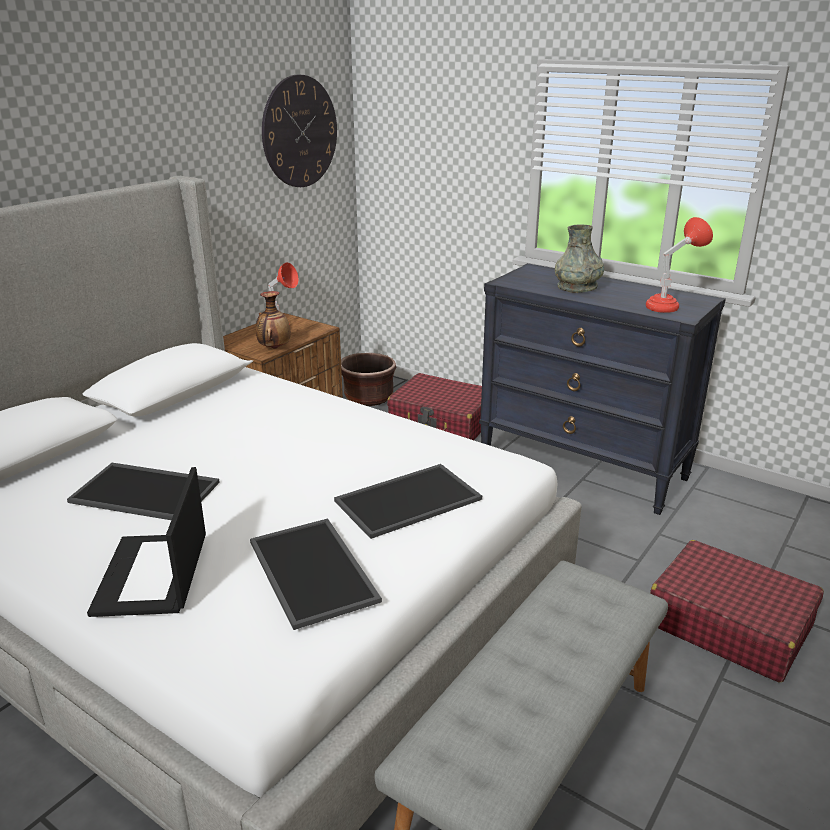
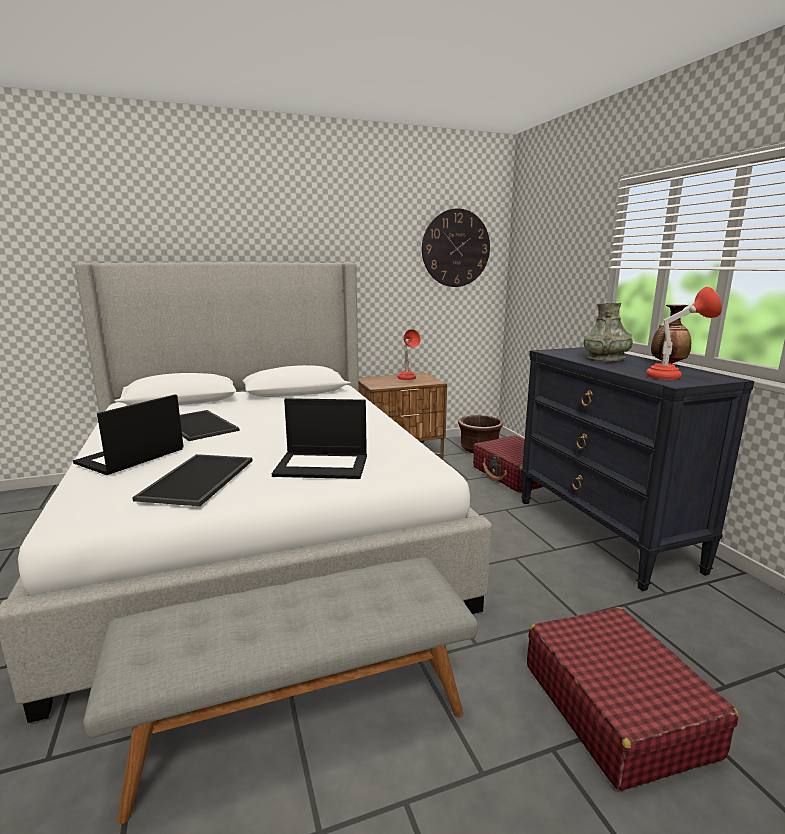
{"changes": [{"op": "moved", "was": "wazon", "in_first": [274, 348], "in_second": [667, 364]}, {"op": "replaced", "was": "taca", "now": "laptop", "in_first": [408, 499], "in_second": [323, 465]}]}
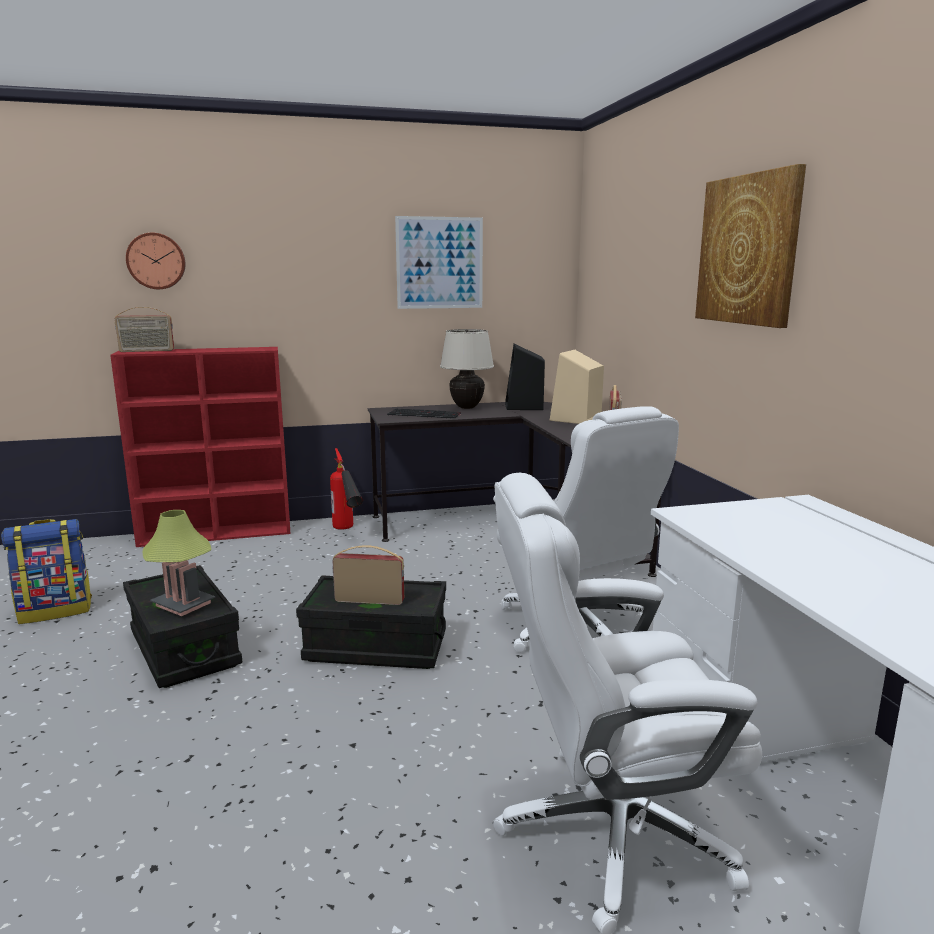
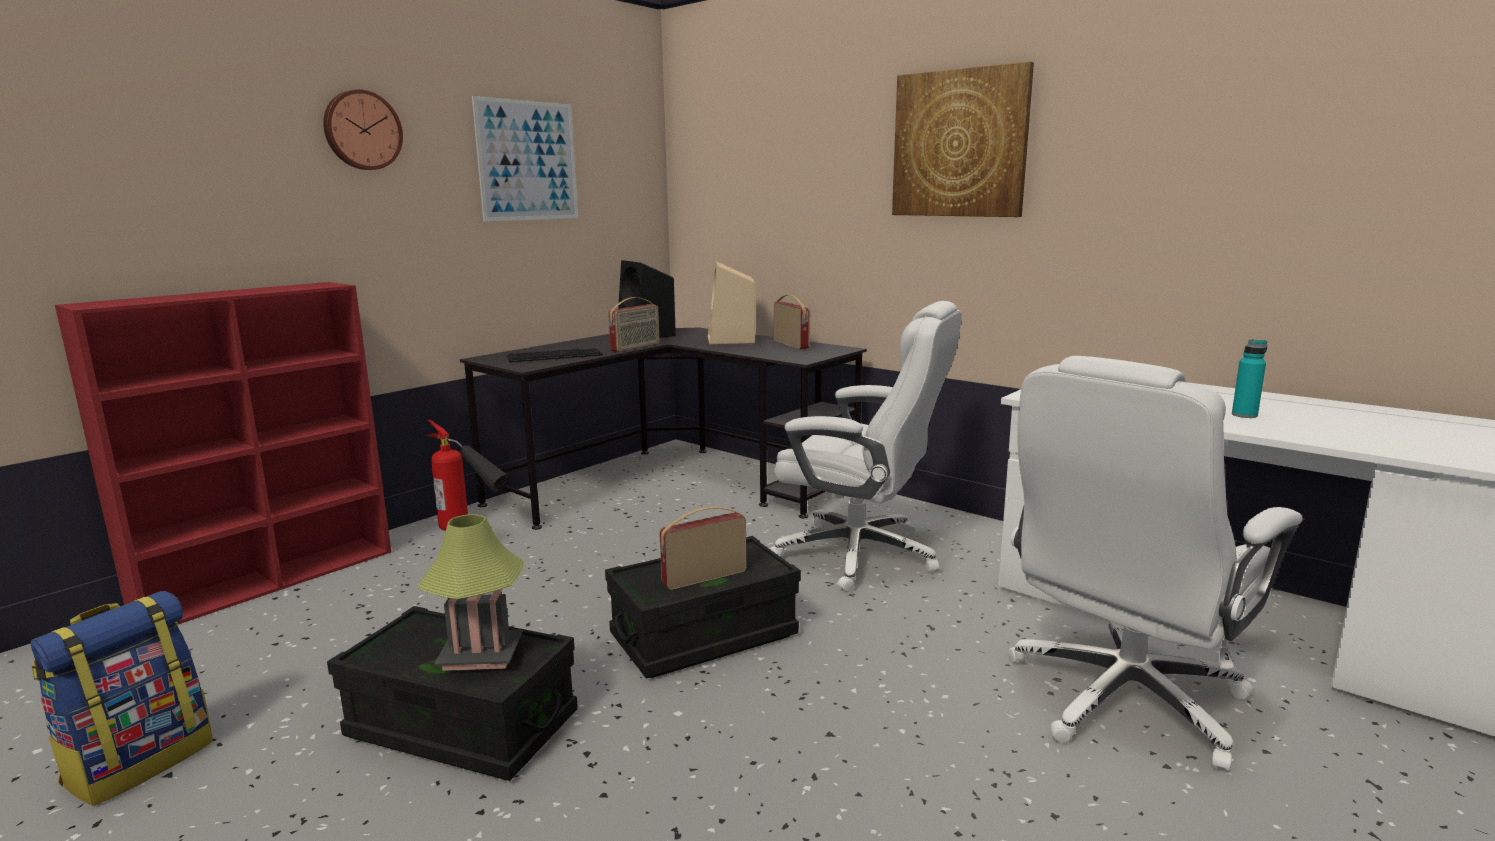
{"changes": [{"op": "moved", "was": "zegar ścienny", "in_first": [156, 261], "in_second": [362, 130]}, {"op": "moved", "was": "radio", "in_first": [146, 351], "in_second": [636, 347]}, {"op": "removed", "was": "lampa stołowa/beżowy", "in_first": [466, 407]}, {"op": "added", "now": "butelka/turkusowy", "in_second": [1244, 415]}]}
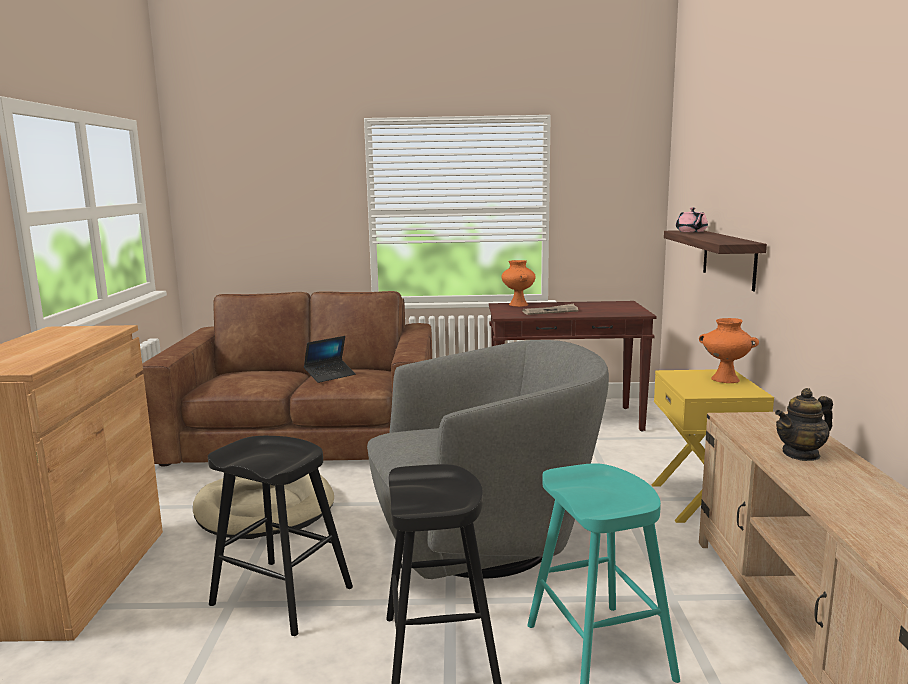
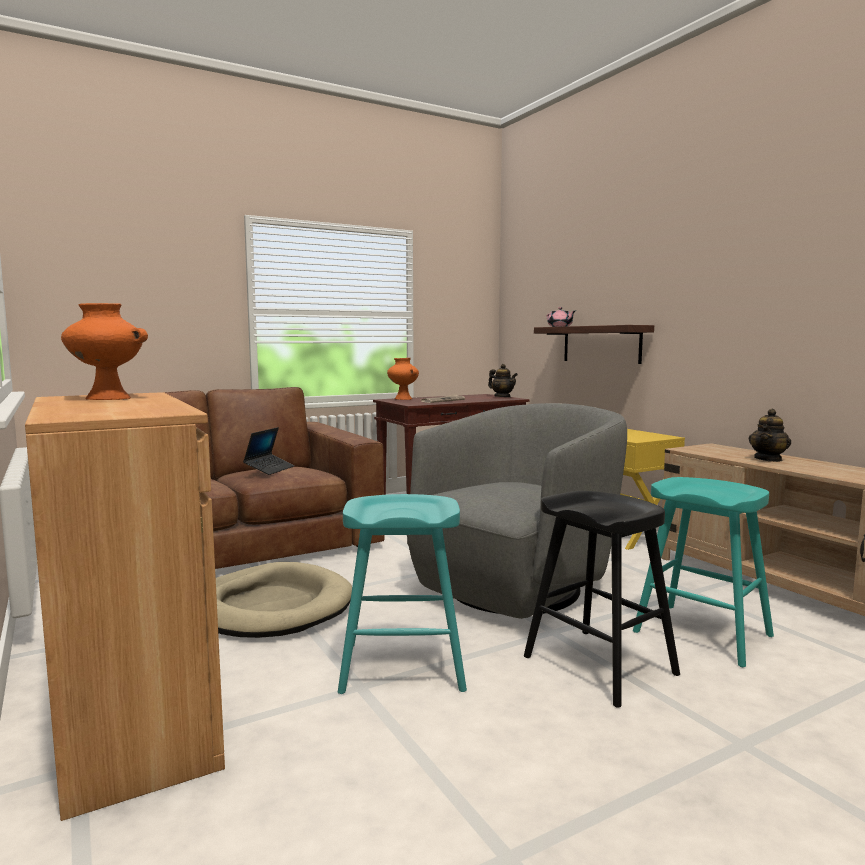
{"changes": [{"op": "moved", "was": "wazon/pomarańczowy", "in_first": [724, 380], "in_second": [106, 398]}, {"op": "recoloured", "was": "stołek/czarny", "now": "stołek/turkusowy", "in_first": [281, 596], "in_second": [402, 667]}, {"op": "added", "now": "imbryk", "in_second": [502, 397]}]}
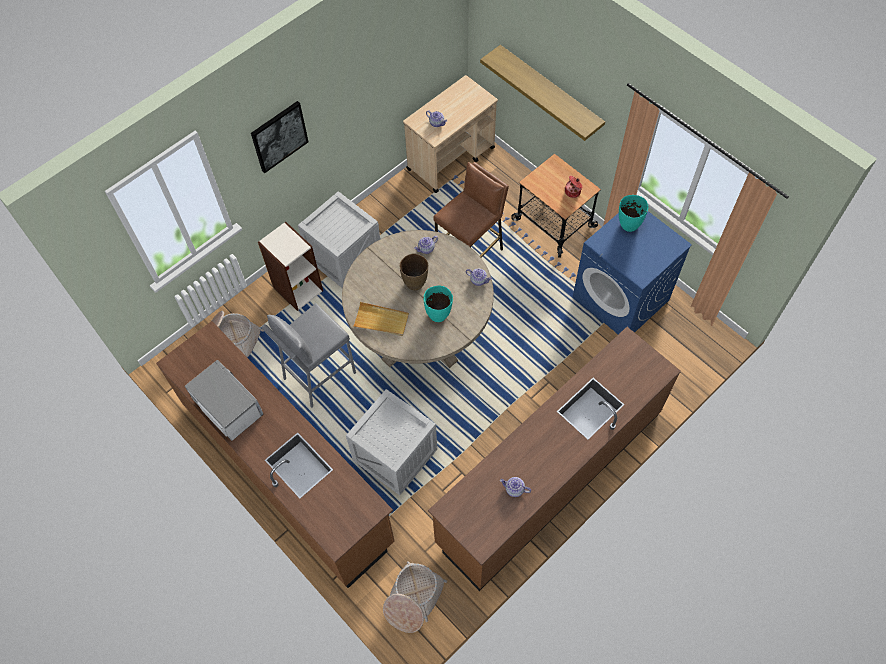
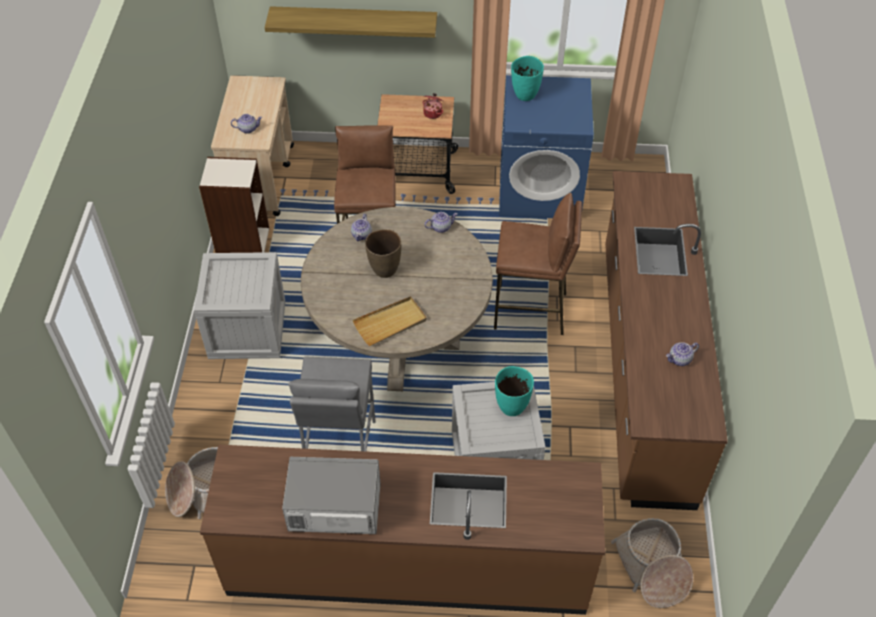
{"changes": [{"op": "removed", "was": "obraz", "in_first": [279, 136]}, {"op": "moved", "was": "regał", "in_first": [297, 288], "in_second": [242, 242]}, {"op": "moved", "was": "wazon/turkusowy", "in_first": [438, 314], "in_second": [511, 406]}, {"op": "added", "now": "stołek/brązowy", "in_second": [530, 311]}]}
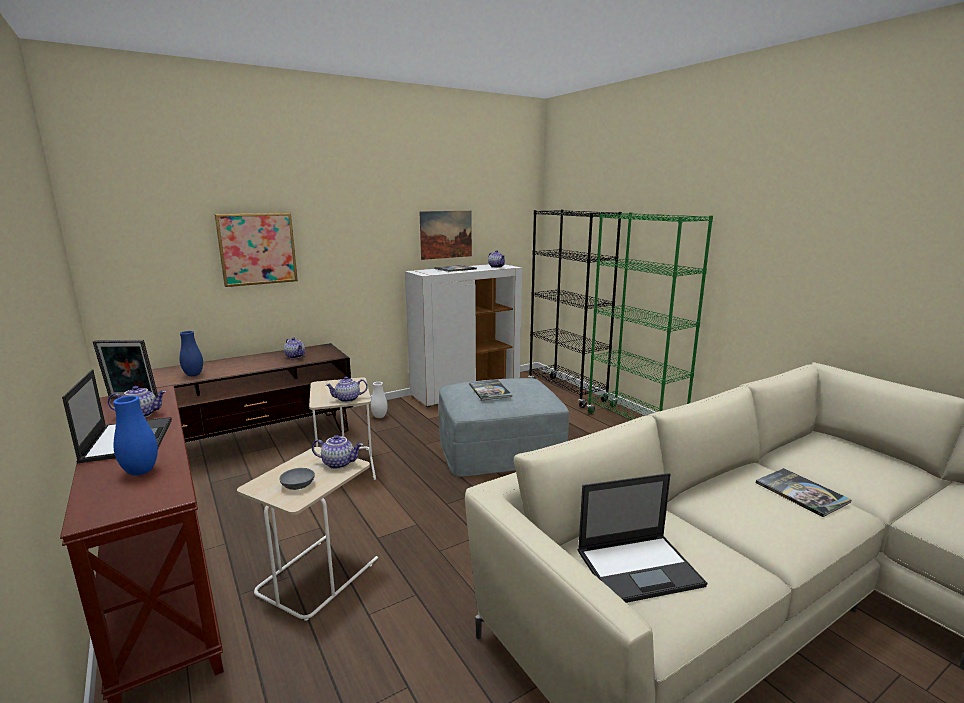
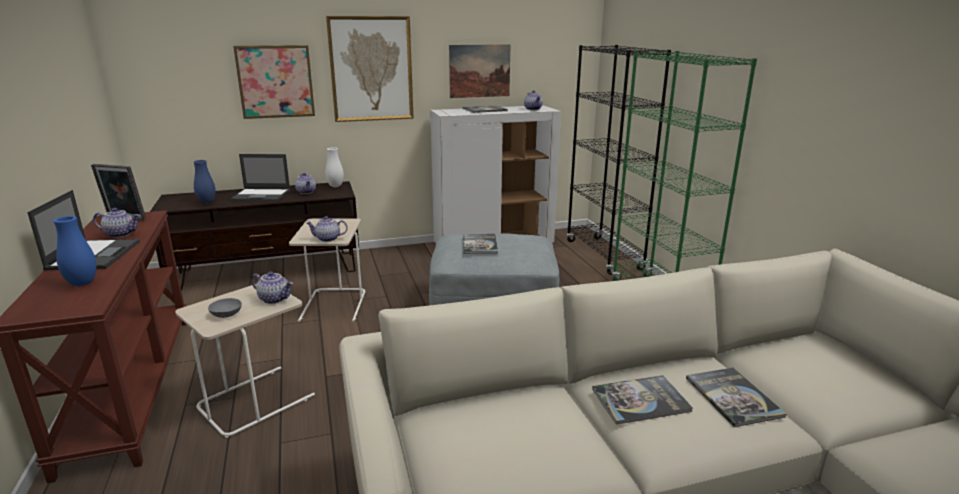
{"changes": [{"op": "moved", "was": "wazon/biały", "in_first": [379, 417], "in_second": [335, 186]}, {"op": "moved", "was": "laptop", "in_first": [640, 567], "in_second": [262, 195]}, {"op": "added", "now": "obraz", "in_second": [371, 69]}, {"op": "added", "now": "książka", "in_second": [640, 400]}]}
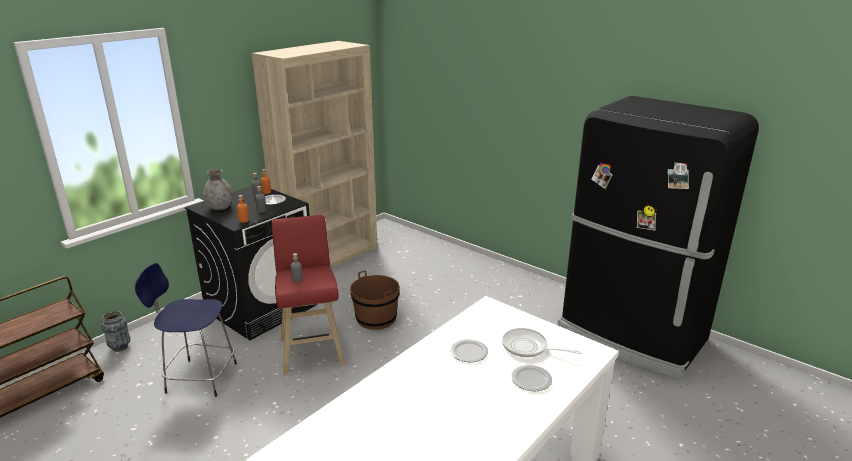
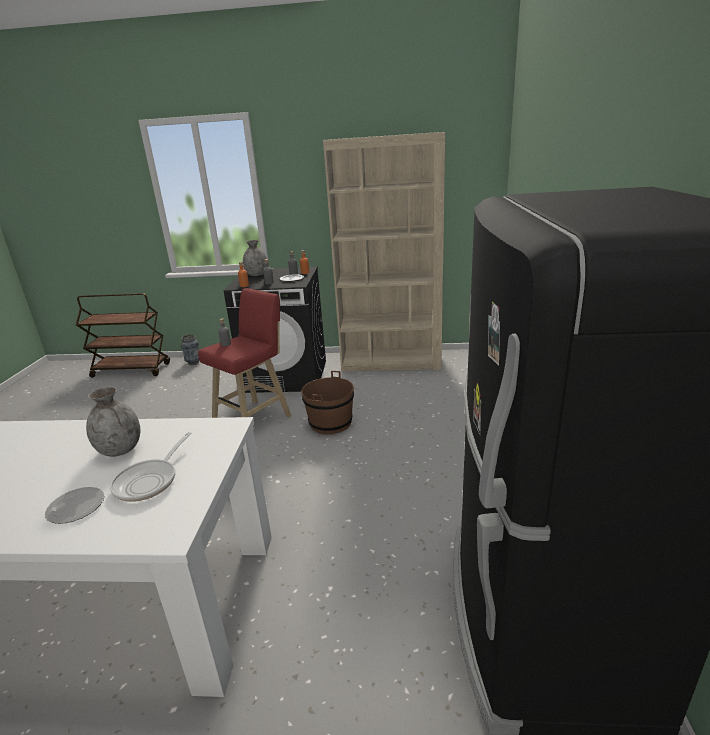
{"changes": [{"op": "removed", "was": "stołek/niebieski", "in_first": [199, 377]}, {"op": "turned", "was": "patelnia", "in_first": [528, 347], "in_second": [150, 481], "clockwise": -150}, {"op": "replaced", "was": "talerz", "now": "wazon/szary", "in_first": [469, 352], "in_second": [120, 449]}]}
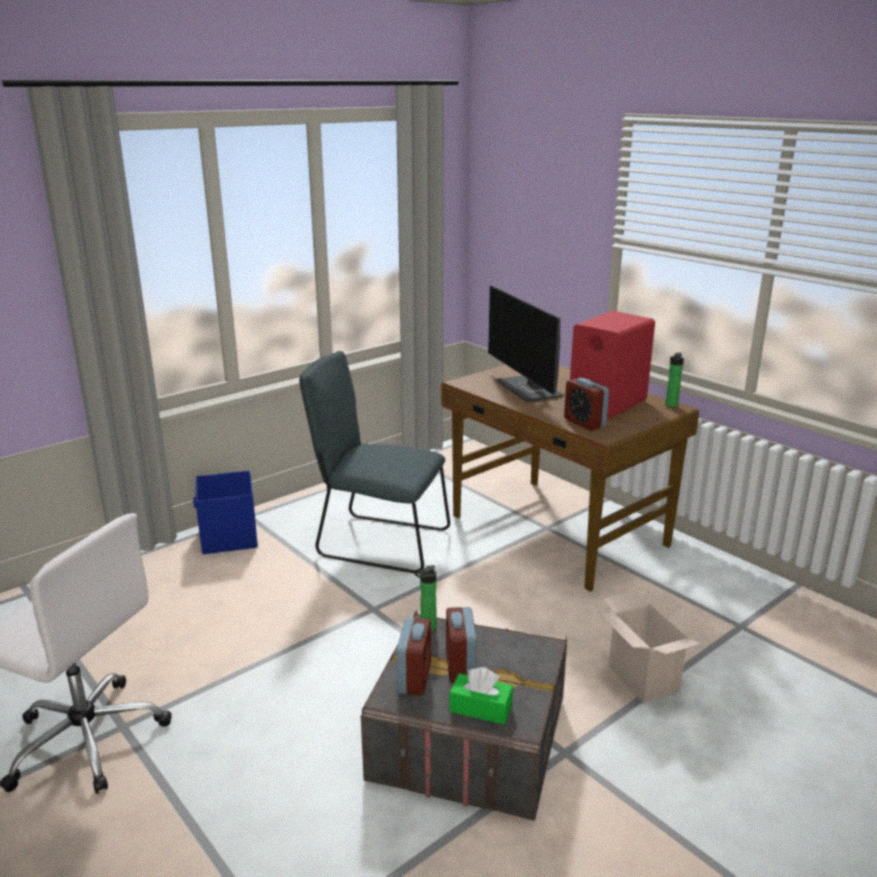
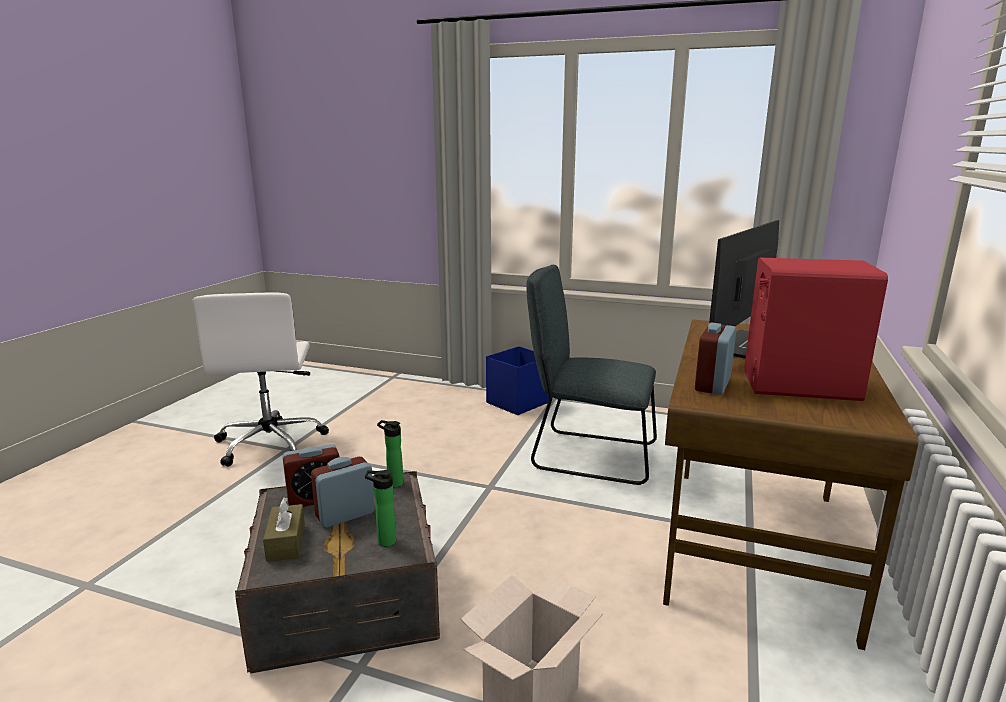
{"changes": [{"op": "turned", "was": "krzesło/szary", "in_first": [378, 542], "in_second": [588, 455], "clockwise": -60}, {"op": "moved", "was": "butelka", "in_first": [670, 406], "in_second": [383, 541]}, {"op": "recoloured", "was": "pudełko chusteczek/zielony", "now": "pudełko chusteczek/brązowy", "in_first": [481, 708], "in_second": [286, 542]}]}
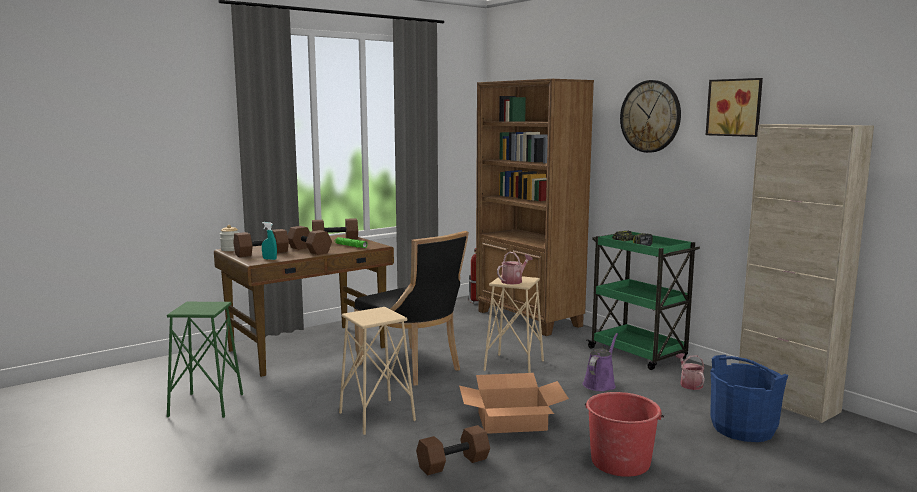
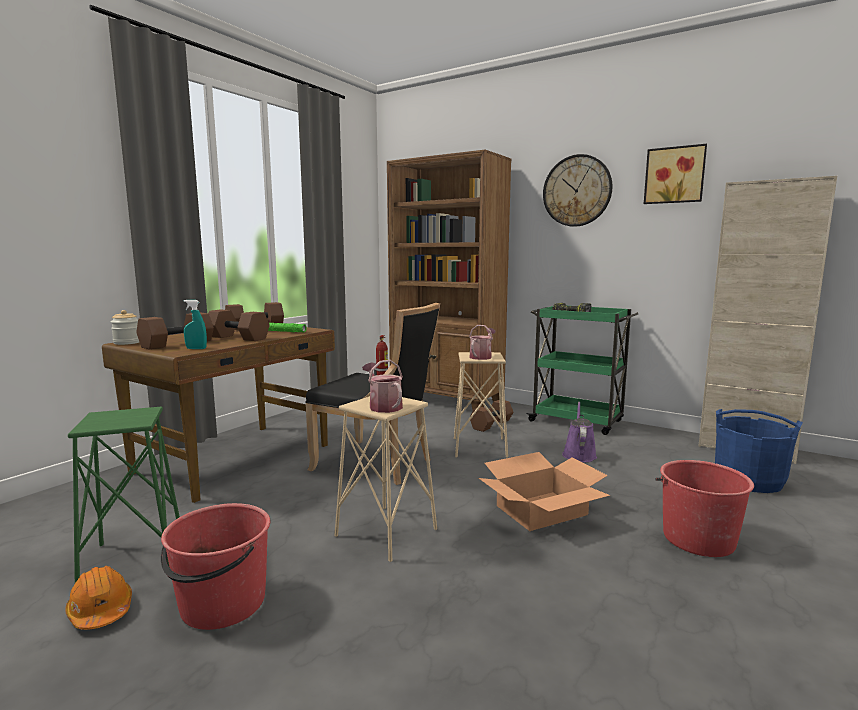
{"changes": [{"op": "moved", "was": "konewka", "in_first": [689, 384], "in_second": [383, 406]}, {"op": "moved", "was": "hantel/brązowy", "in_first": [453, 464], "in_second": [491, 425]}, {"op": "added", "now": "wiadro/czerwony", "in_second": [222, 604]}, {"op": "added", "now": "kask/pomarańczowy", "in_second": [101, 610]}]}
